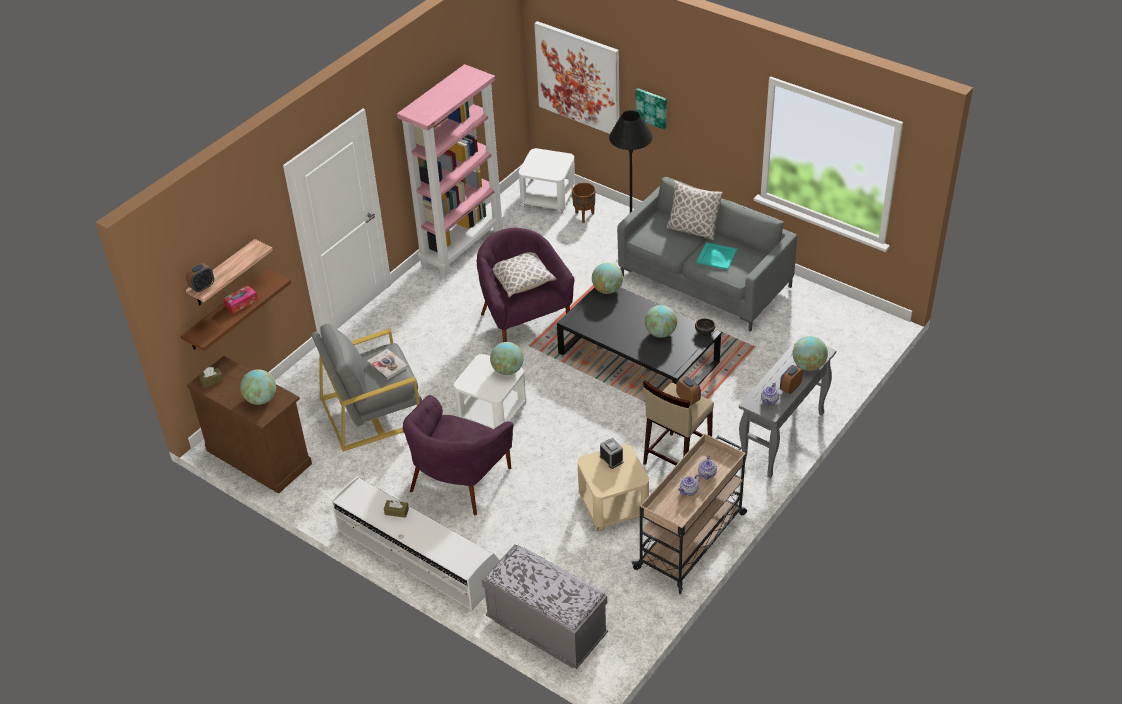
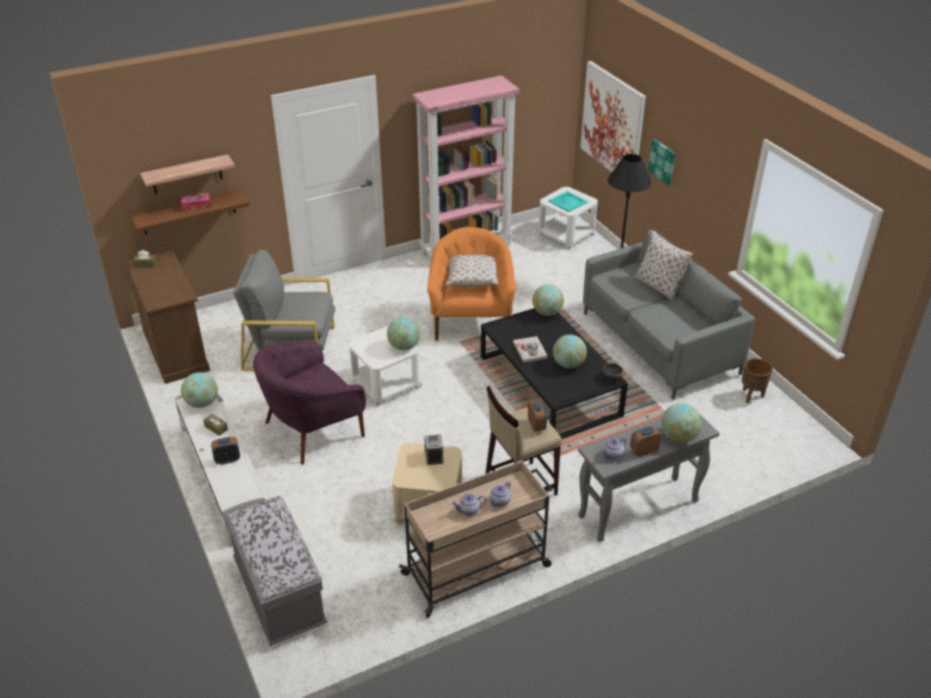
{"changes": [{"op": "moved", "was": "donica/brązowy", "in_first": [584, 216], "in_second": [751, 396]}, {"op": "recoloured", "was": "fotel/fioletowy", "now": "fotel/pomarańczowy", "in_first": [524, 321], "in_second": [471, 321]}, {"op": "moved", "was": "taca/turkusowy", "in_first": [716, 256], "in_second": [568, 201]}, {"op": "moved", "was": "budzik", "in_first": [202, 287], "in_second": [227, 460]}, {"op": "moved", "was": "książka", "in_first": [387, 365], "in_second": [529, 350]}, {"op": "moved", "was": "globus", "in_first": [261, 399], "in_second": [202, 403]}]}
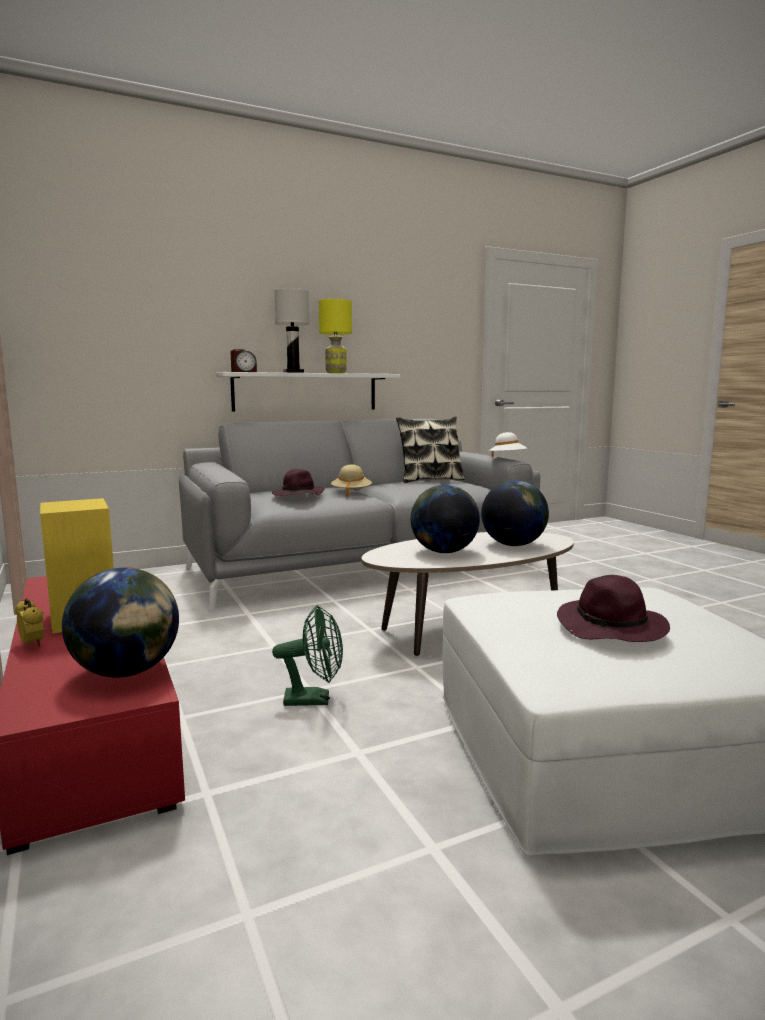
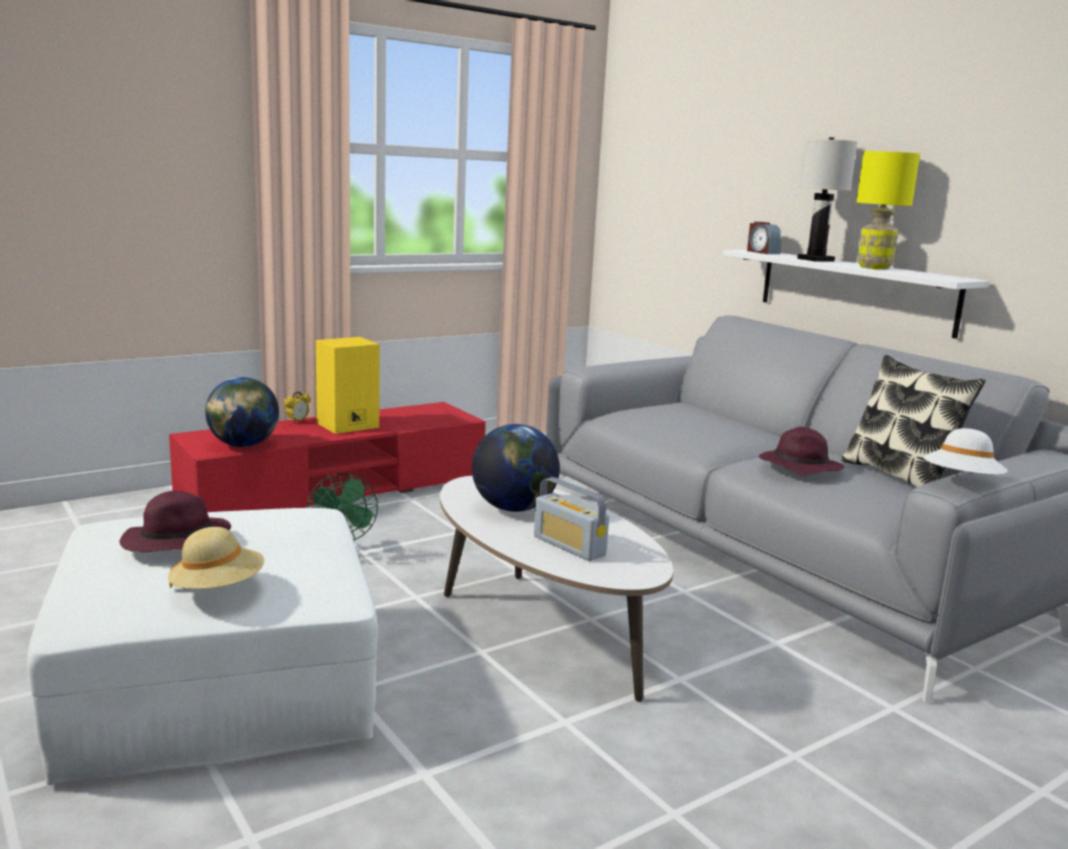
{"changes": [{"op": "moved", "was": "kapelusz/beżowy", "in_first": [351, 493], "in_second": [218, 589]}, {"op": "moved", "was": "kapelusz/fioletowy", "in_first": [298, 495], "in_second": [798, 467]}, {"op": "replaced", "was": "globus", "now": "radio", "in_first": [513, 545], "in_second": [569, 546]}]}
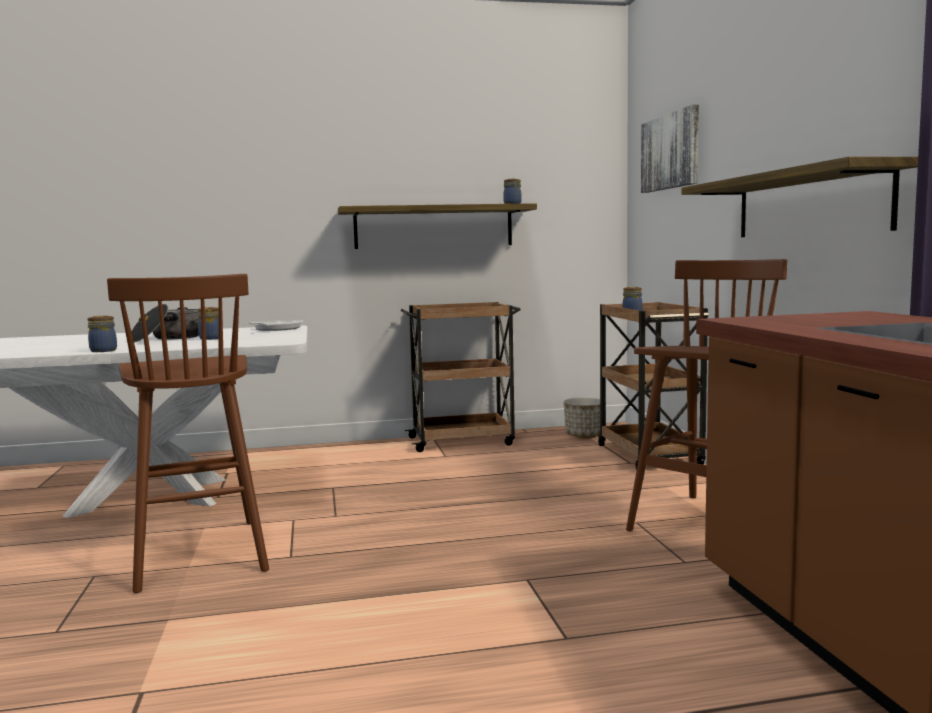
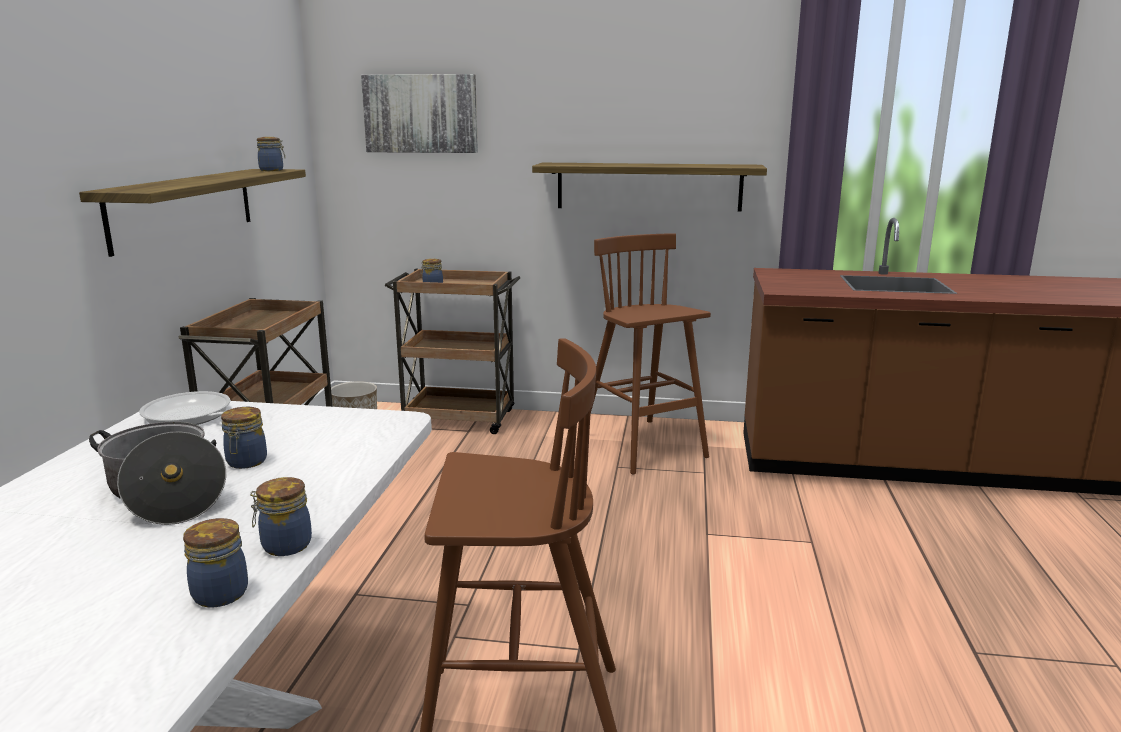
{"changes": [{"op": "added", "now": "słoik", "in_second": [221, 592]}]}
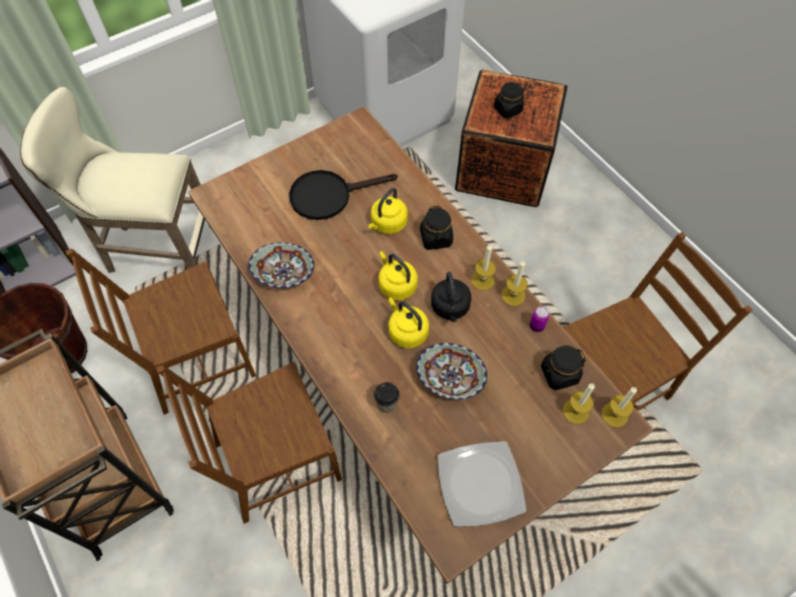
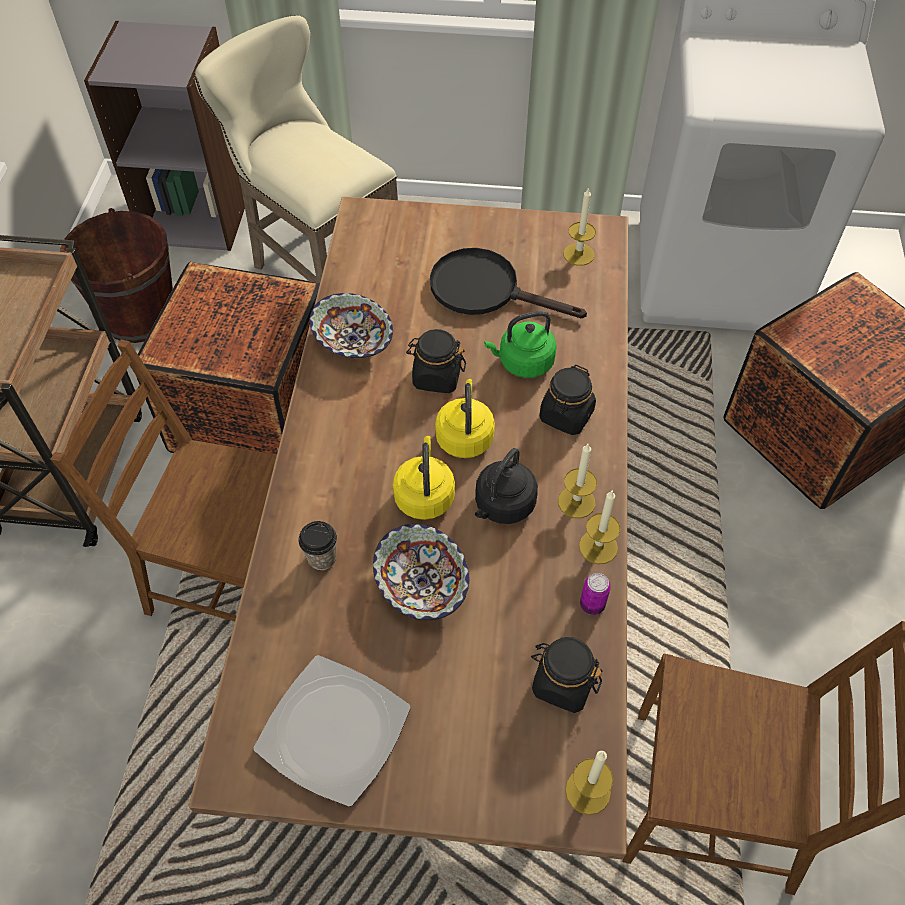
{"changes": [{"op": "moved", "was": "słoik/czarny", "in_first": [507, 109], "in_second": [436, 377]}, {"op": "recoloured", "was": "czajnik/żółty", "now": "czajnik/zielony", "in_first": [387, 224], "in_second": [523, 363]}, {"op": "replaced", "was": "krzesło/brązowy", "now": "skrzynka", "in_first": [196, 361], "in_second": [254, 412]}, {"op": "moved", "was": "świeca", "in_first": [575, 411], "in_second": [578, 254]}]}
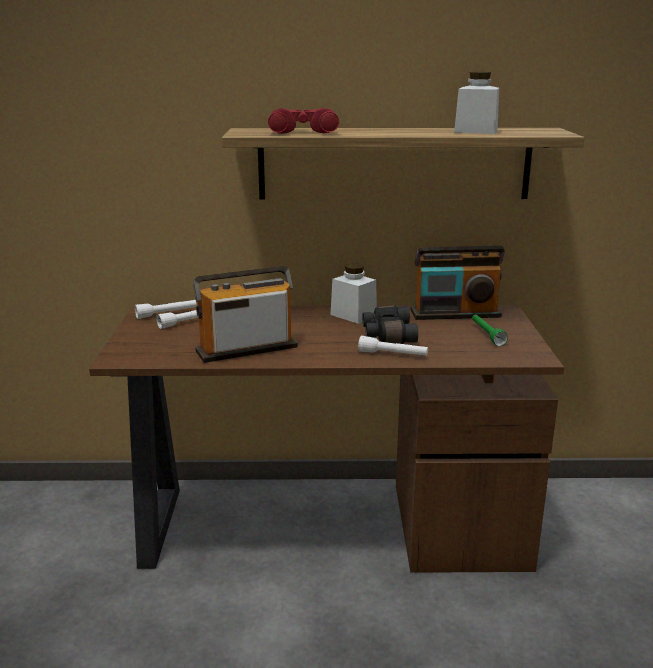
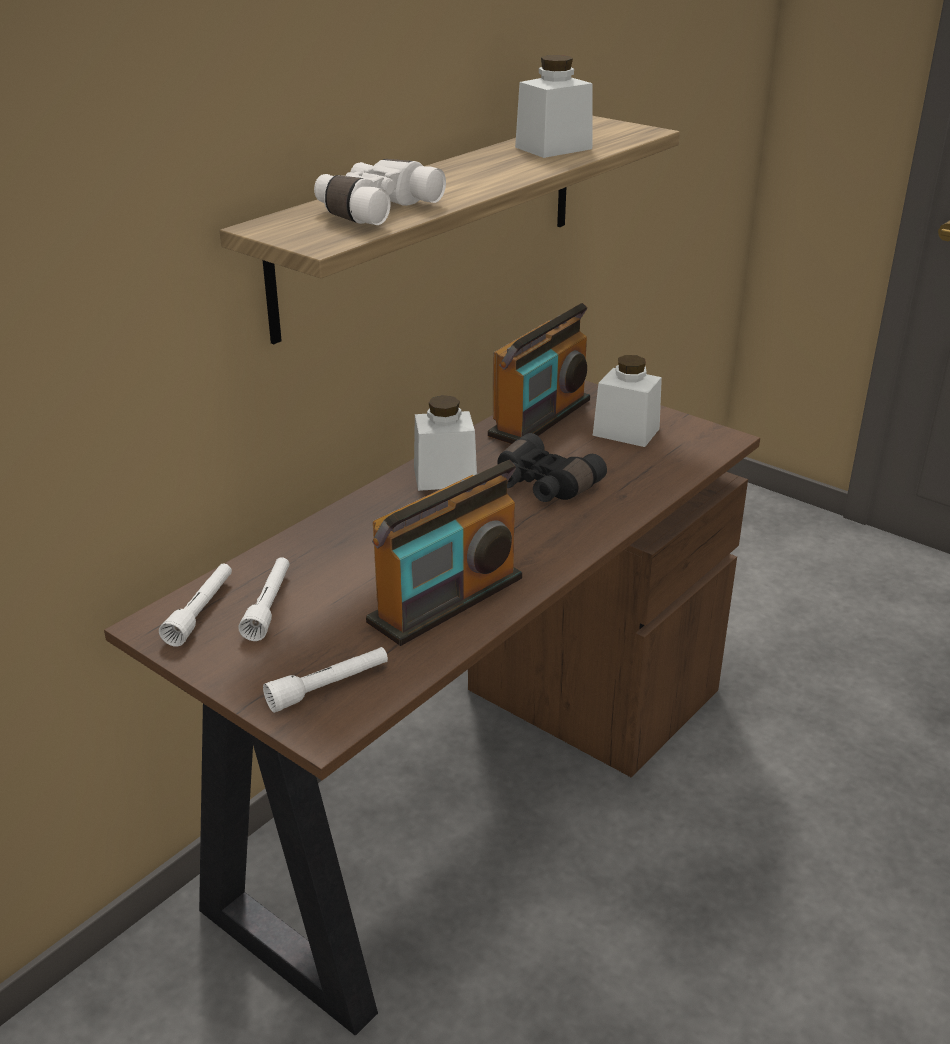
{"changes": [{"op": "recoloured", "was": "lornetka/czerwony", "now": "lornetka/biały", "in_first": [302, 132], "in_second": [374, 210]}, {"op": "turned", "was": "radio", "in_first": [246, 349], "in_second": [446, 600], "clockwise": -150}, {"op": "replaced", "was": "latarka/zielony", "now": "słoik/biały", "in_first": [486, 334], "in_second": [626, 432]}, {"op": "moved", "was": "latarka/biały", "in_first": [393, 354], "in_second": [329, 687]}]}
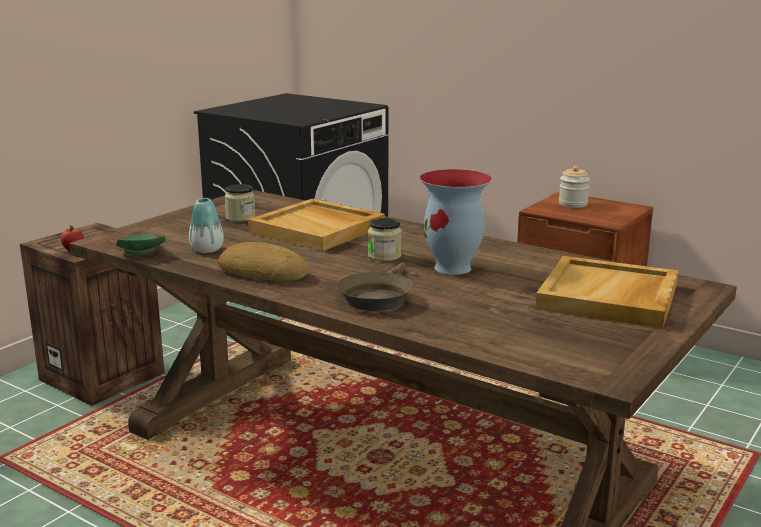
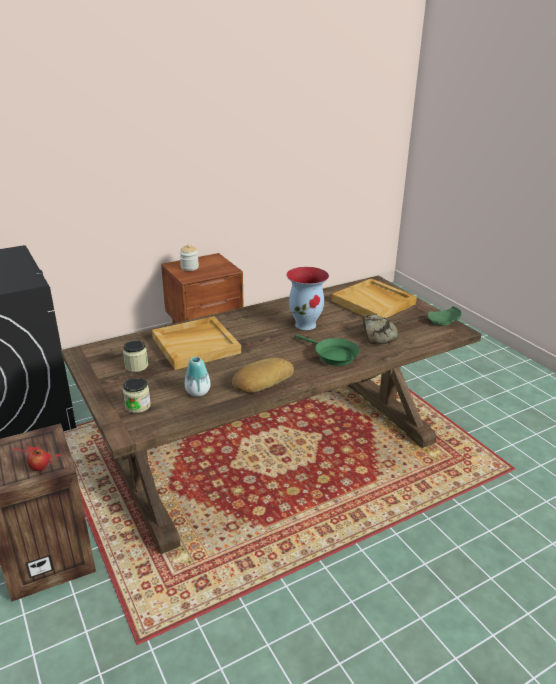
{"changes": [{"op": "moved", "was": "słoik", "in_first": [384, 256], "in_second": [137, 406]}, {"op": "moved", "was": "talerz/zielony", "in_first": [140, 252], "in_second": [443, 322]}, {"op": "recoloured", "was": "patelnia/brązowy", "now": "patelnia/zielony", "in_first": [376, 297], "in_second": [333, 355]}, {"op": "added", "now": "chleb", "in_second": [377, 334]}]}
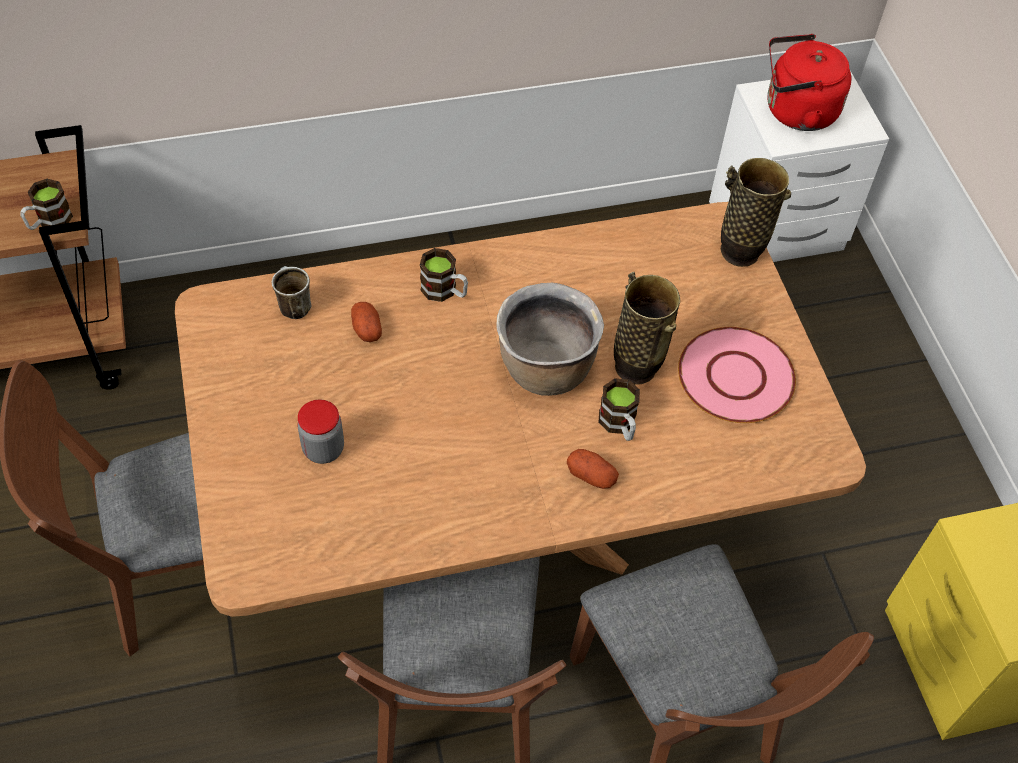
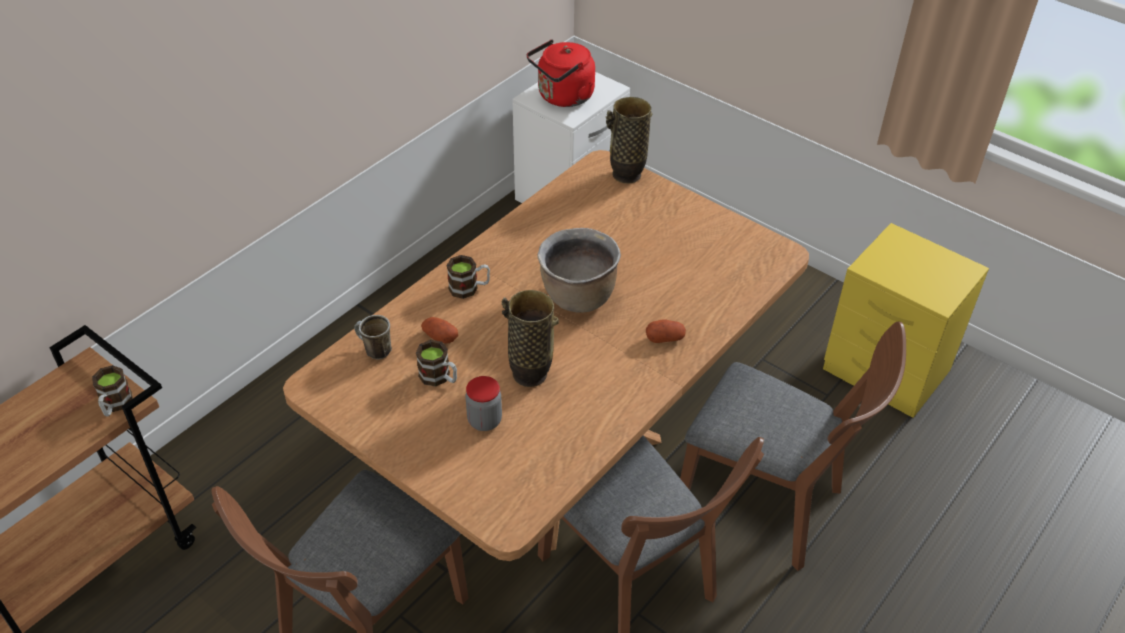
{"changes": [{"op": "moved", "was": "wazon", "in_first": [636, 368], "in_second": [530, 374]}, {"op": "removed", "was": "talerz/różowy", "in_first": [735, 376]}, {"op": "moved", "was": "kubek", "in_first": [619, 425], "in_second": [439, 378]}]}
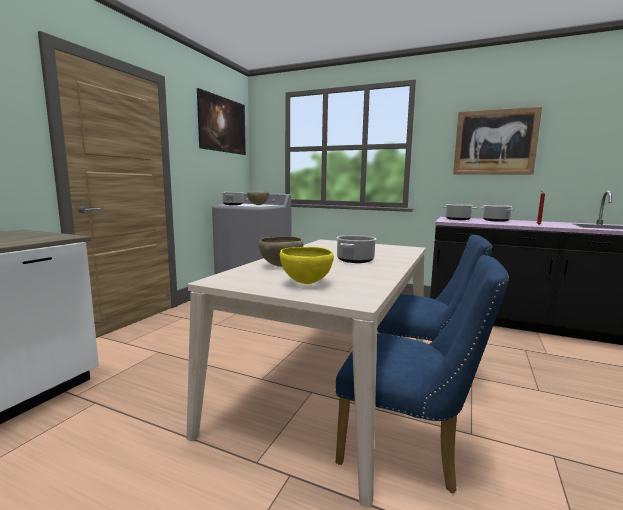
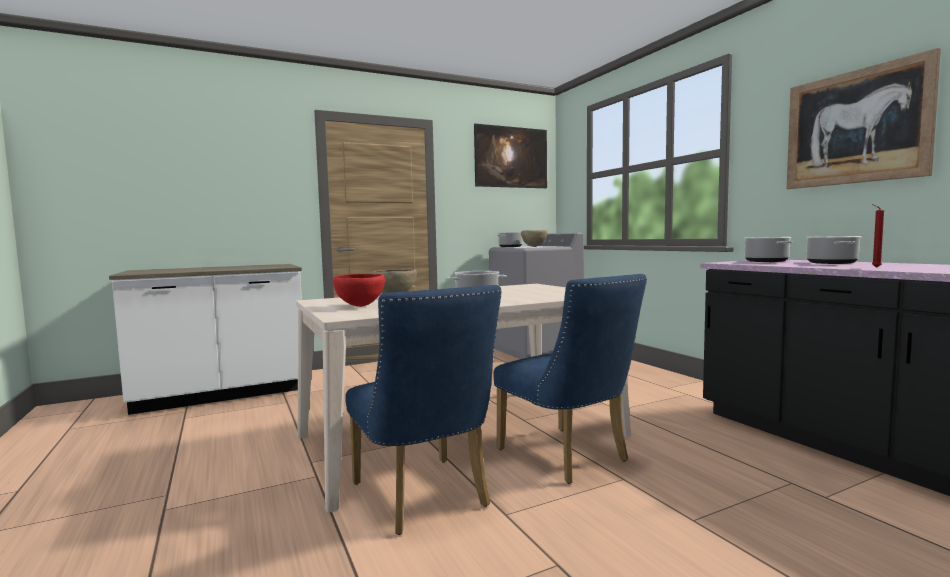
{"changes": [{"op": "recoloured", "was": "miska/żółty", "now": "miska/czerwony", "in_first": [305, 283], "in_second": [360, 306]}]}
